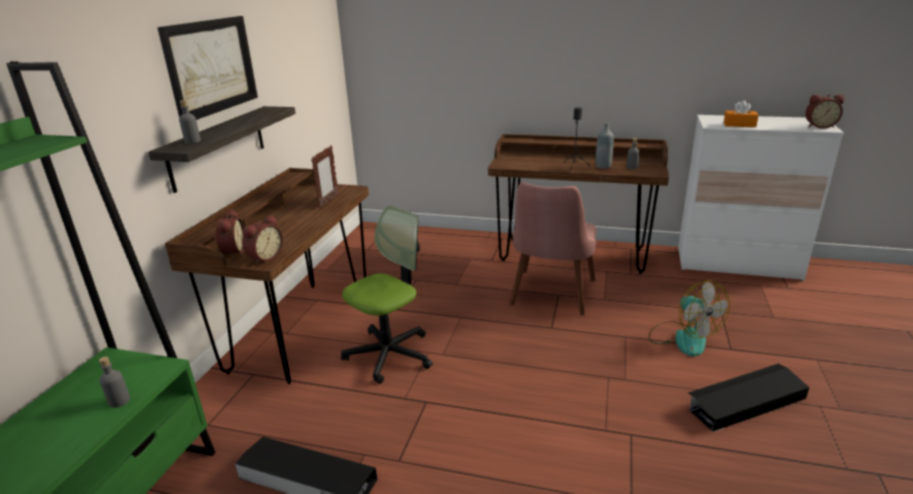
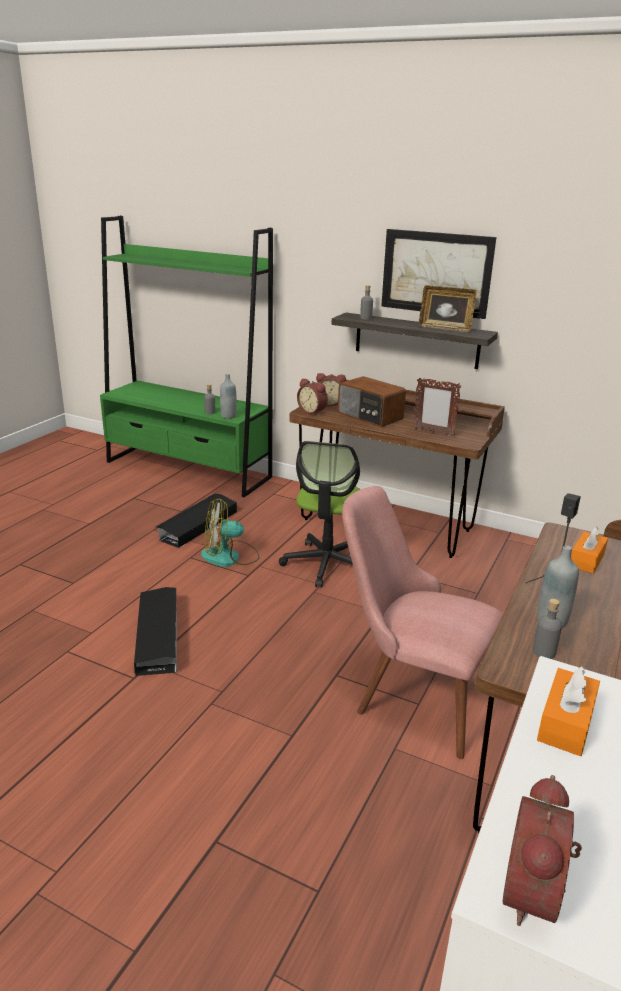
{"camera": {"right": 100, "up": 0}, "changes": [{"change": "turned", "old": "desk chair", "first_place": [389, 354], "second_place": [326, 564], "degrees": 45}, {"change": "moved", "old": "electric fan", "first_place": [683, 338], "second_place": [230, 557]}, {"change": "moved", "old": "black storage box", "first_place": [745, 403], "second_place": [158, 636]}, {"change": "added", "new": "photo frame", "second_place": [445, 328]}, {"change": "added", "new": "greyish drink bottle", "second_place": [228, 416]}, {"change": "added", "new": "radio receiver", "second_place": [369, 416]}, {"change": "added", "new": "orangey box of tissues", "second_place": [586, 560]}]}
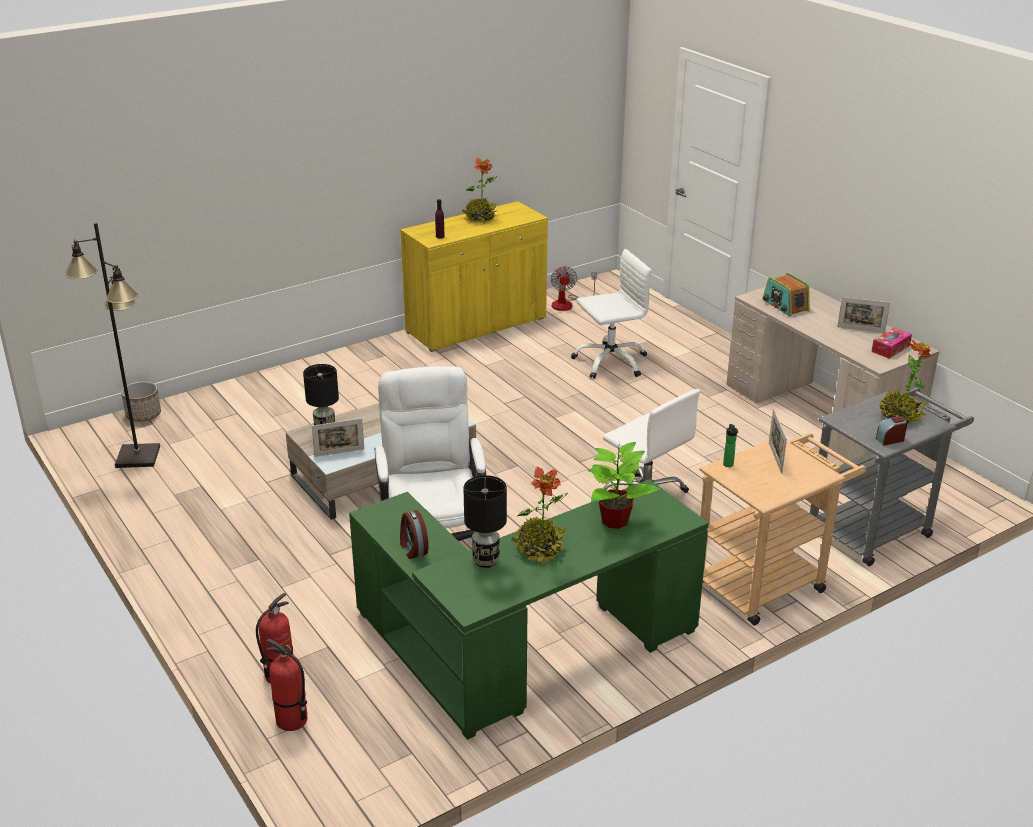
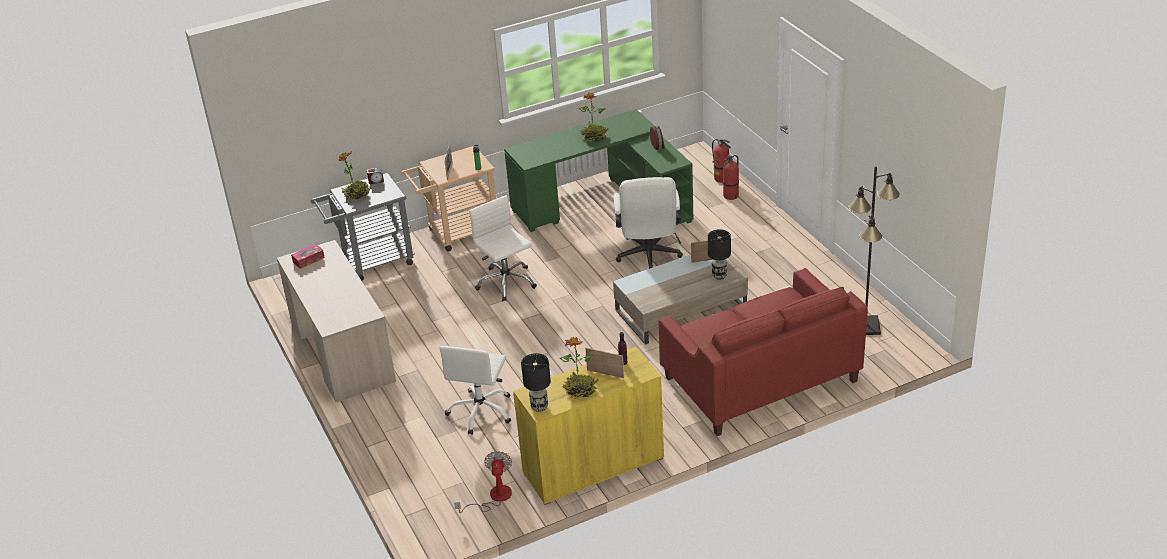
{"camera": {"right": -170, "up": 5}, "changes": [{"change": "turned", "old": "whitish desk chair", "first_place": [610, 362], "second_place": [481, 411], "degrees": -60}, {"change": "removed", "old": "radio receiver", "first_place": [785, 306]}, {"change": "moved", "old": "photo frame", "first_place": [861, 329], "second_place": [605, 374]}, {"change": "removed", "old": "planter", "first_place": [143, 415]}, {"change": "removed", "old": "plant in a pot", "first_place": [615, 520]}, {"change": "moved", "old": "black table lamp", "first_place": [486, 561], "second_place": [539, 407]}, {"change": "added", "new": "reddish sofa", "second_place": [760, 379]}]}
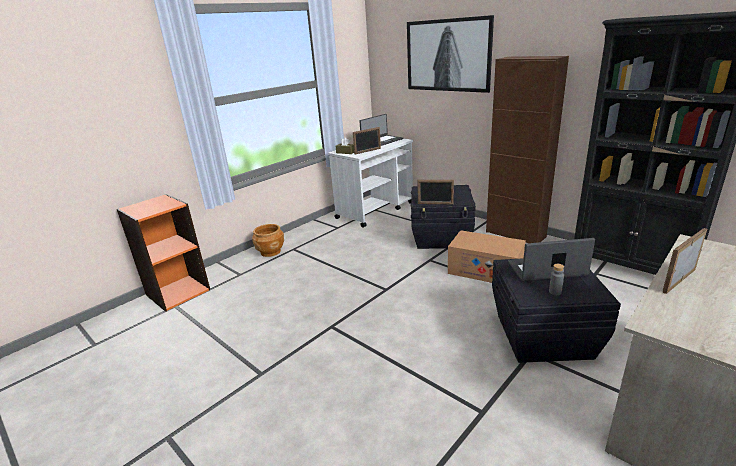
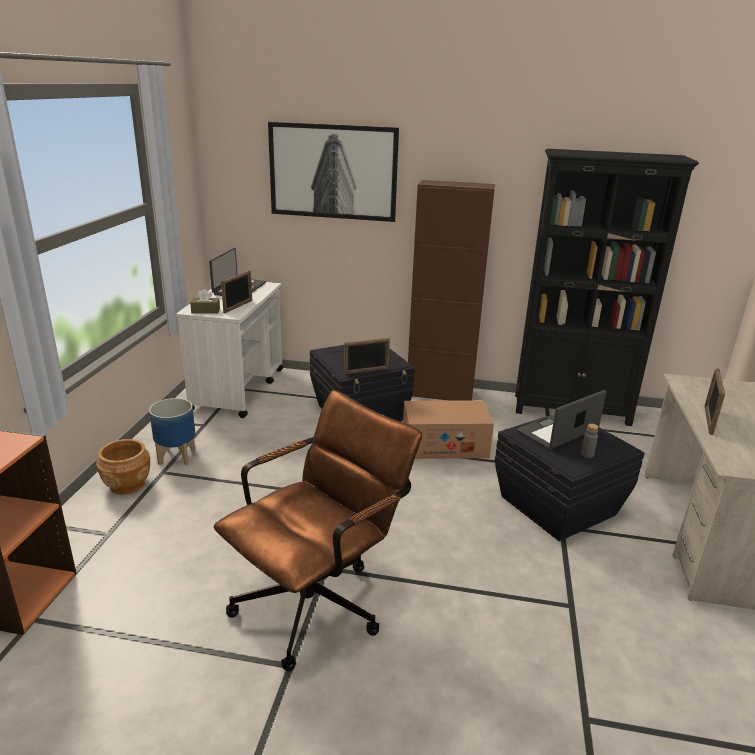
{"camera": {"right": -35, "up": 0}, "changes": [{"change": "added", "new": "brownish desk chair", "second_place": [319, 600]}, {"change": "added", "new": "planter", "second_place": [177, 456]}]}
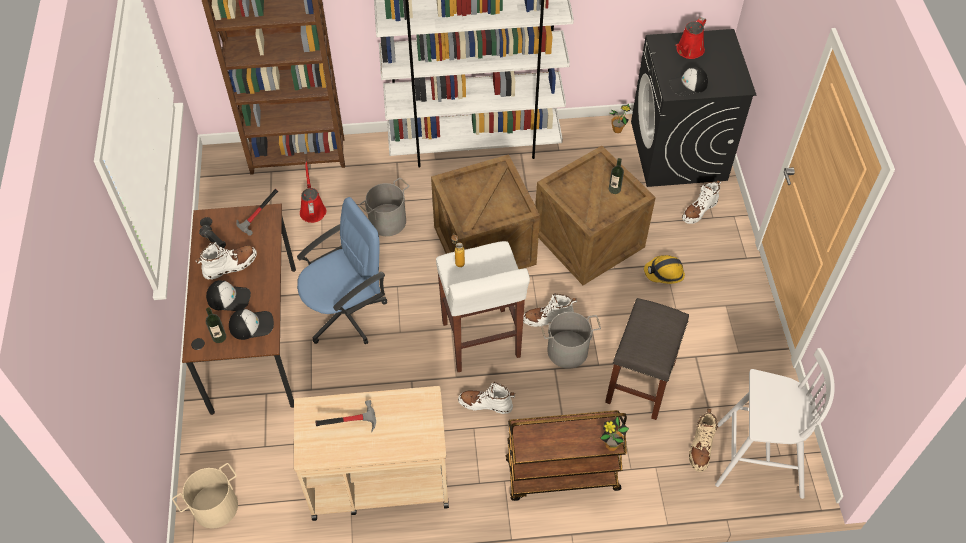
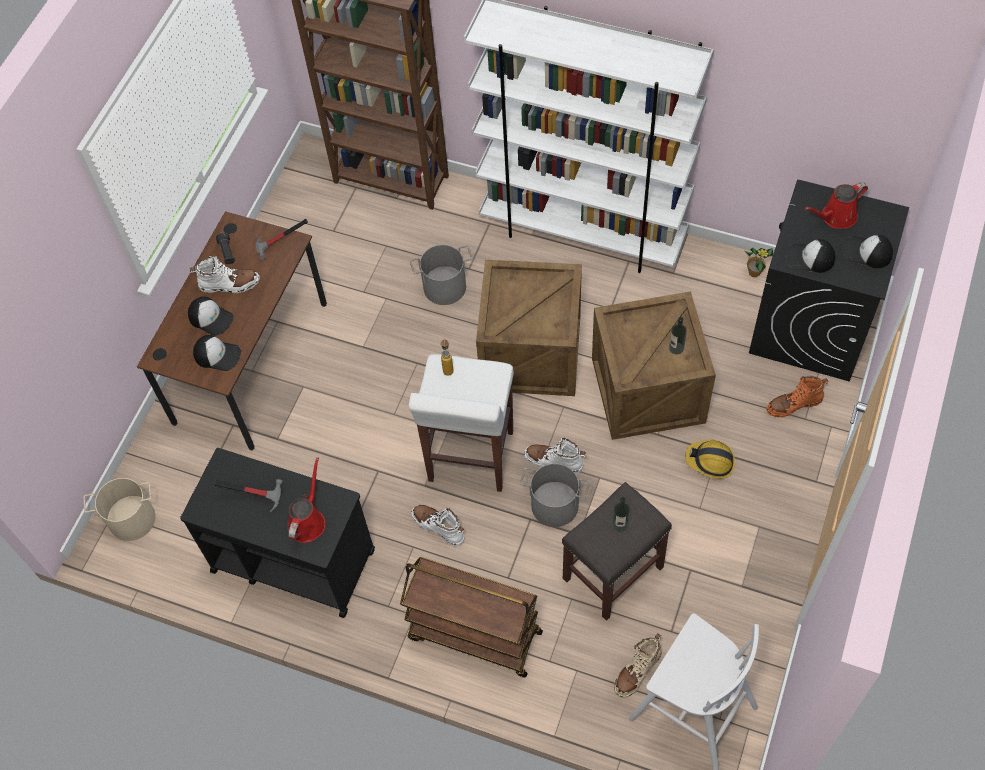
{"camera": {"right": 30, "up": 5}, "changes": [{"change": "moved", "old": "reddish sprinkling can", "first_place": [312, 209], "second_place": [308, 521]}, {"change": "recoloured", "old": "whitish high-top boot", "new": "orangey high-top boot", "first_place": [699, 210], "second_place": [794, 404]}, {"change": "removed", "old": "blue desk chair", "first_place": [346, 313]}, {"change": "moved", "old": "drink bottle", "first_place": [219, 337], "second_place": [620, 524]}, {"change": "recoloured", "old": "beige-coloured trolley", "new": "black trolley", "first_place": [378, 480], "second_place": [292, 560]}, {"change": "removed", "old": "plant in a pot", "first_place": [611, 445]}, {"change": "added", "new": "peaked cap", "second_place": [867, 253]}]}
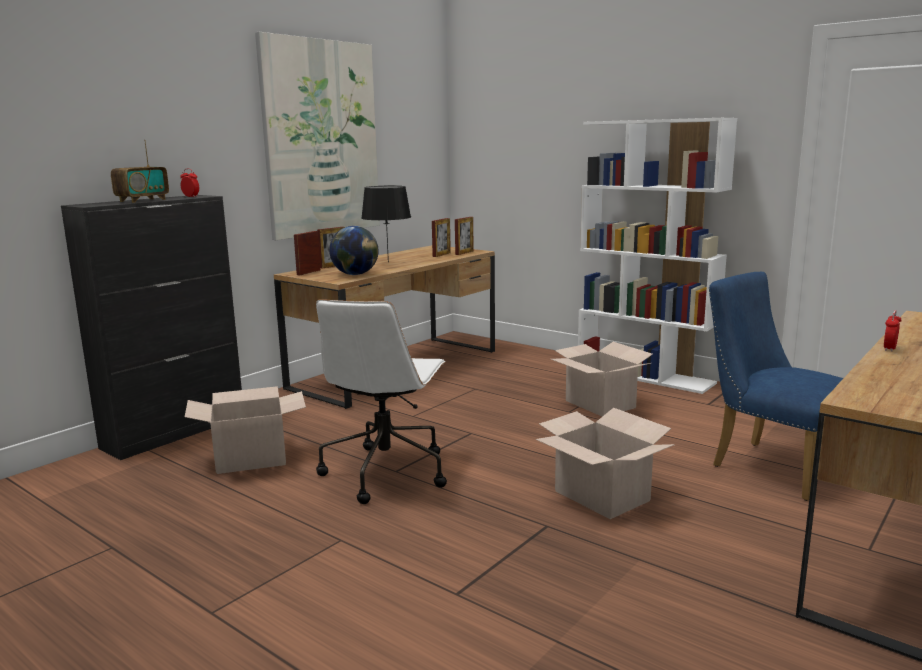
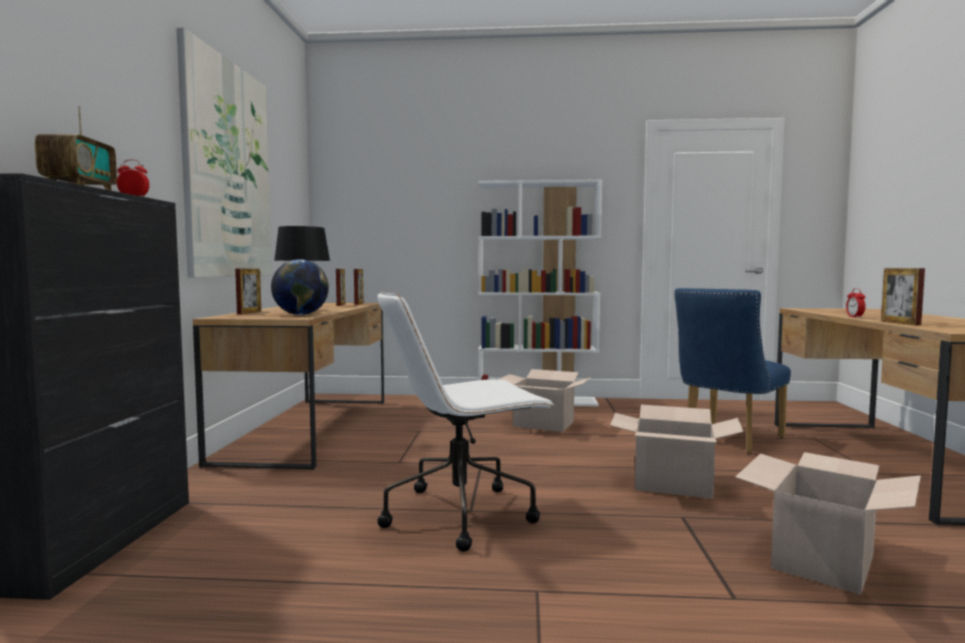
{"camera": {"right": -35, "up": -10}, "changes": [{"change": "moved", "old": "photo frame", "first_place": [308, 272], "second_place": [900, 323]}, {"change": "turned", "old": "blue plain chair", "first_place": [770, 466], "second_place": [727, 439], "degrees": -60}, {"change": "turned", "old": "whitish desk chair", "first_place": [386, 472], "second_place": [462, 514], "degrees": 90}, {"change": "moved", "old": "cardboard box", "first_place": [250, 459], "second_place": [824, 561]}]}
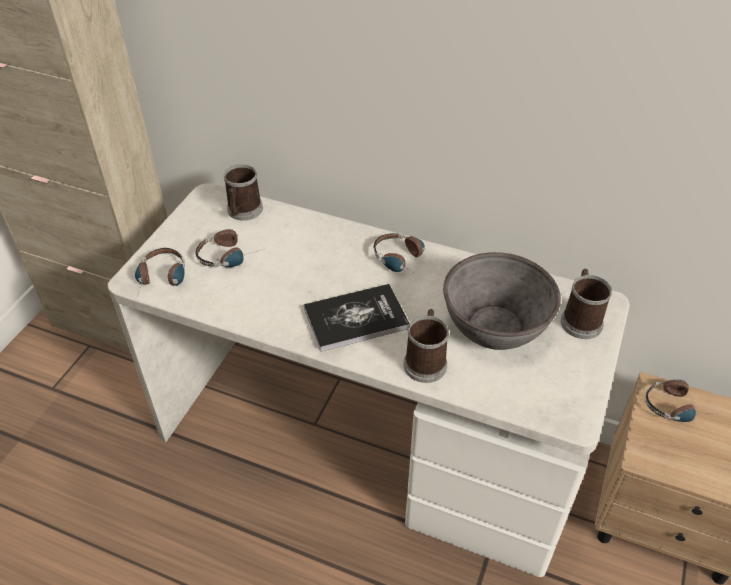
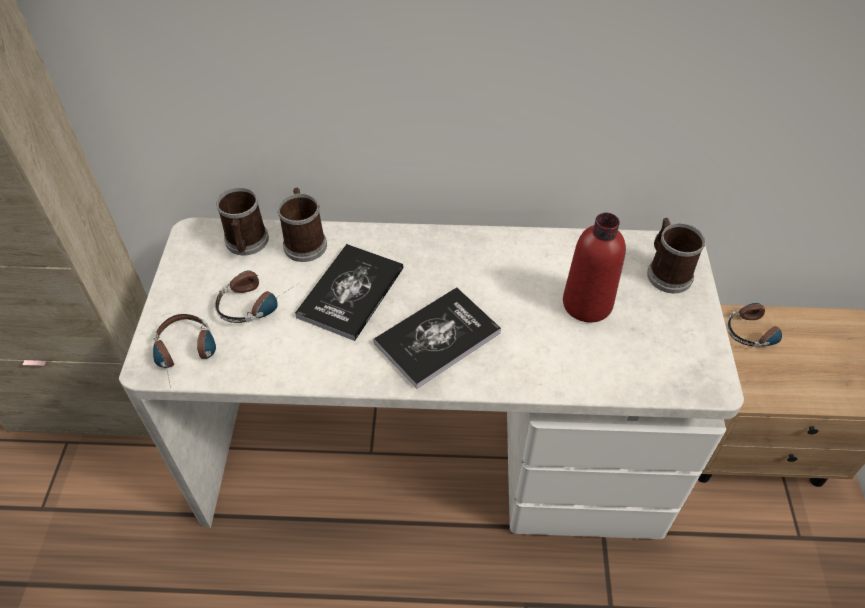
{"camera": {"right": -20, "up": 5}, "changes": [{"change": "removed", "old": "pair of headphones", "first_place": [404, 261]}, {"change": "replaced", "old": "greyish serving bowl", "new": "reddish drink bottle", "first_place": [495, 326], "second_place": [587, 304]}, {"change": "moved", "old": "tea mug", "first_place": [425, 361], "second_place": [304, 242]}, {"change": "added", "new": "bound book", "second_place": [351, 292]}]}
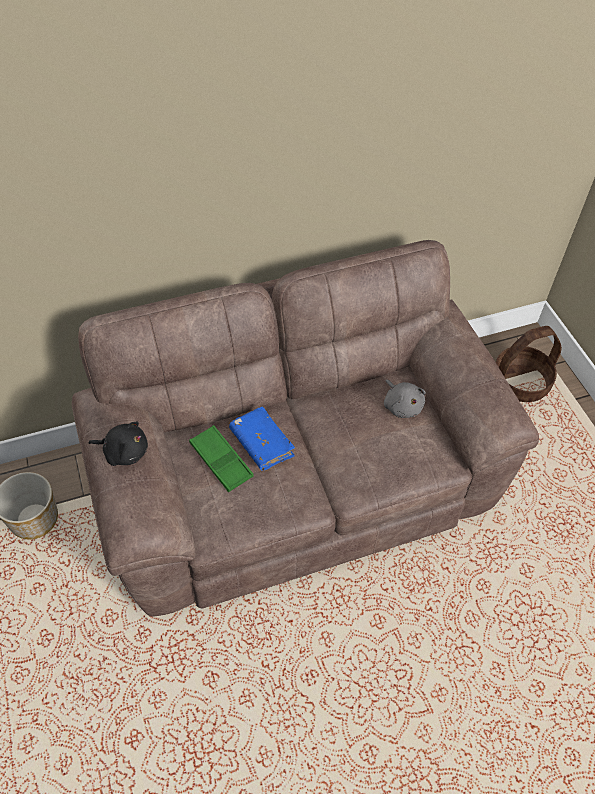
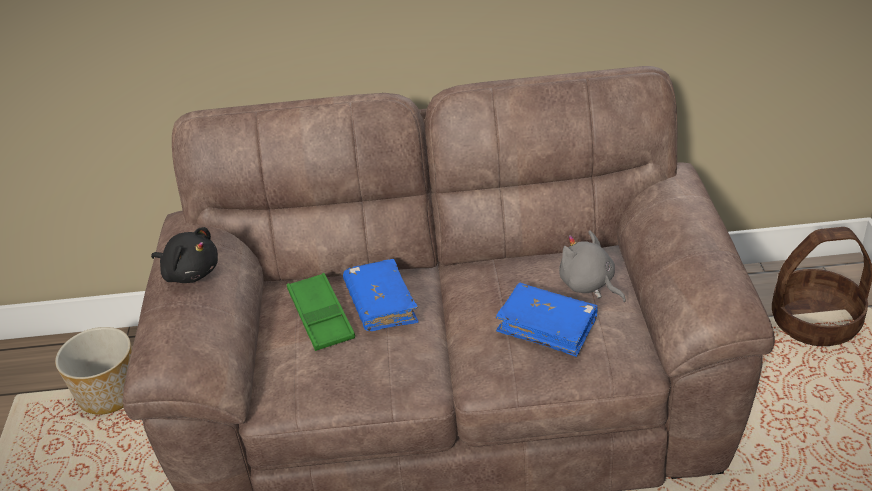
{"camera": {"right": 20, "up": -15}, "changes": [{"change": "turned", "old": "greyish soft toy", "first_place": [402, 405], "second_place": [589, 285], "degrees": 150}, {"change": "added", "new": "blue bound book", "second_place": [547, 327]}]}
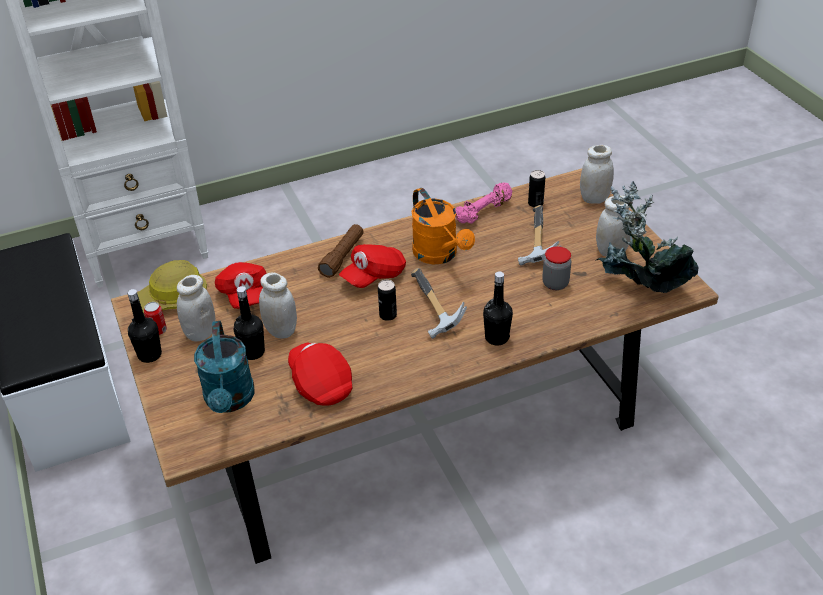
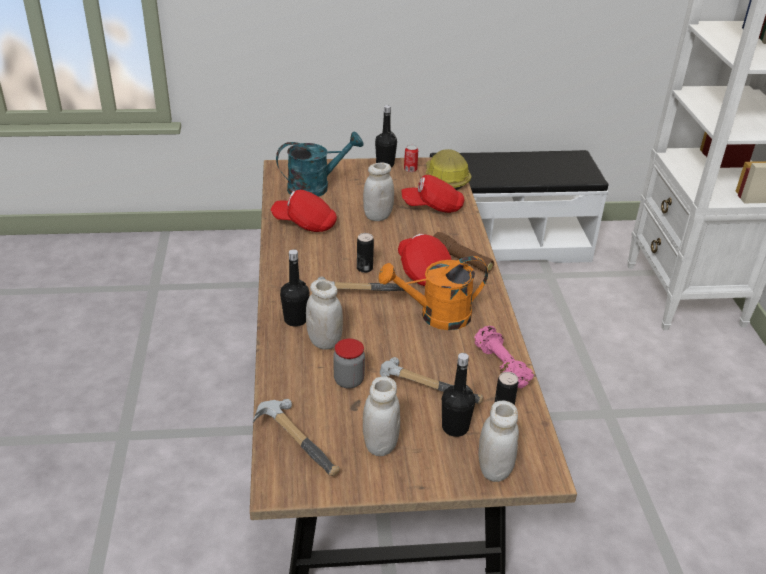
{"camera": {"right": 105, "up": -5}, "changes": [{"change": "replaced", "old": "plant in a pot", "new": "hammer", "first_place": [638, 291], "second_place": [300, 440]}, {"change": "moved", "old": "whitish preserve jar", "first_place": [200, 333], "second_place": [324, 342]}, {"change": "moved", "old": "black drink bottle", "first_place": [253, 352], "second_place": [455, 427]}, {"change": "turned", "old": "turquoise sprinkling can", "first_place": [229, 401], "second_place": [316, 187], "degrees": 150}, {"change": "turned", "old": "reddish peaked cap", "first_place": [321, 383], "second_place": [305, 224], "degrees": -150}]}
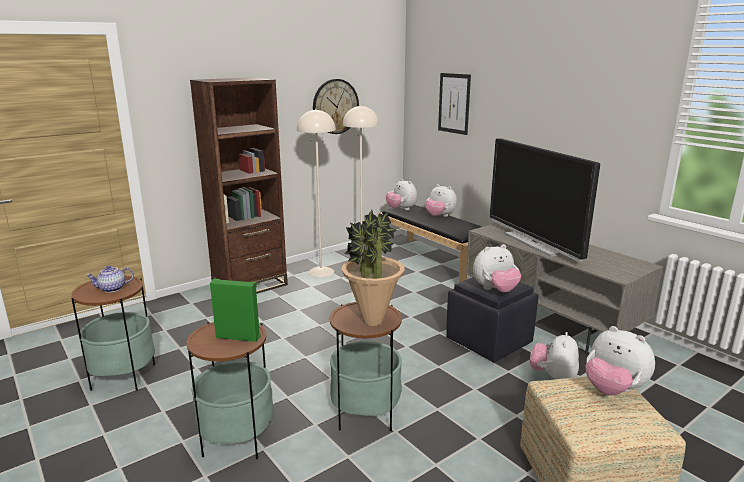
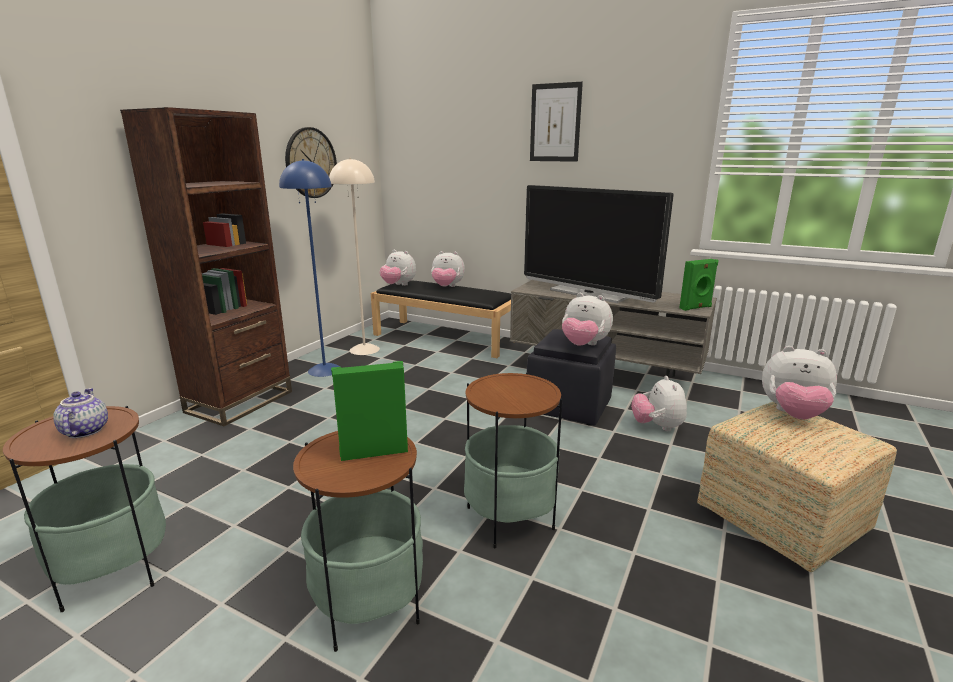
{"camera": {"right": -25, "up": 0}, "changes": [{"change": "moved", "old": "picture", "first_place": [454, 103], "second_place": [555, 123]}, {"change": "recoloured", "old": "beige-coloured standing lamp", "new": "blue standing lamp", "first_place": [321, 271], "second_place": [325, 370]}, {"change": "removed", "old": "plant in a pot", "first_place": [372, 321]}, {"change": "turned", "old": "soft toy", "first_place": [495, 290], "second_place": [584, 345], "degrees": 75}, {"change": "turned", "old": "tea pot", "first_place": [112, 289], "second_place": [84, 431], "degrees": 120}, {"change": "added", "new": "greenish audio speaker", "second_place": [696, 308]}]}
